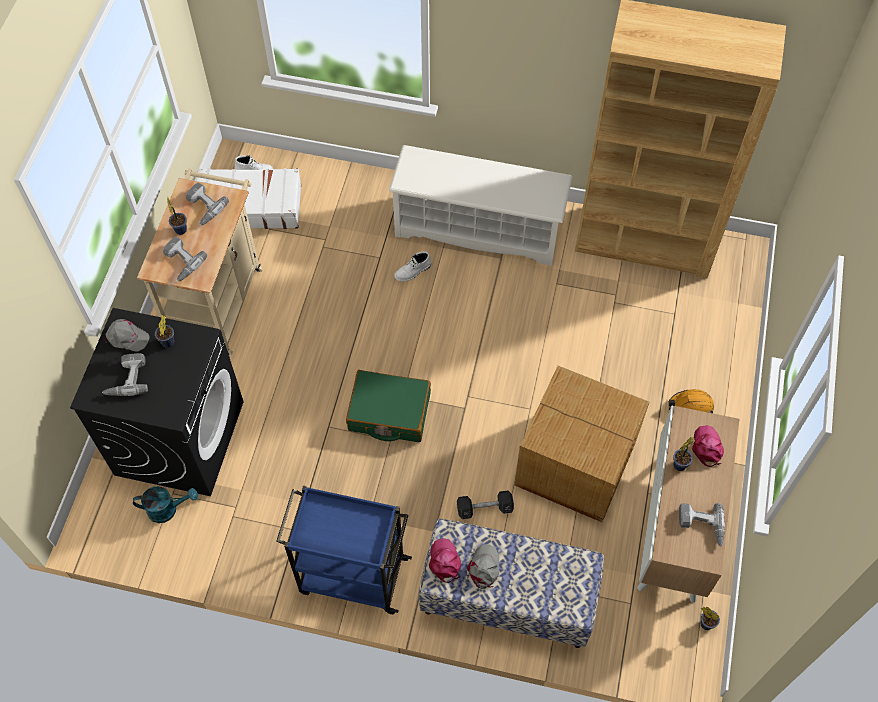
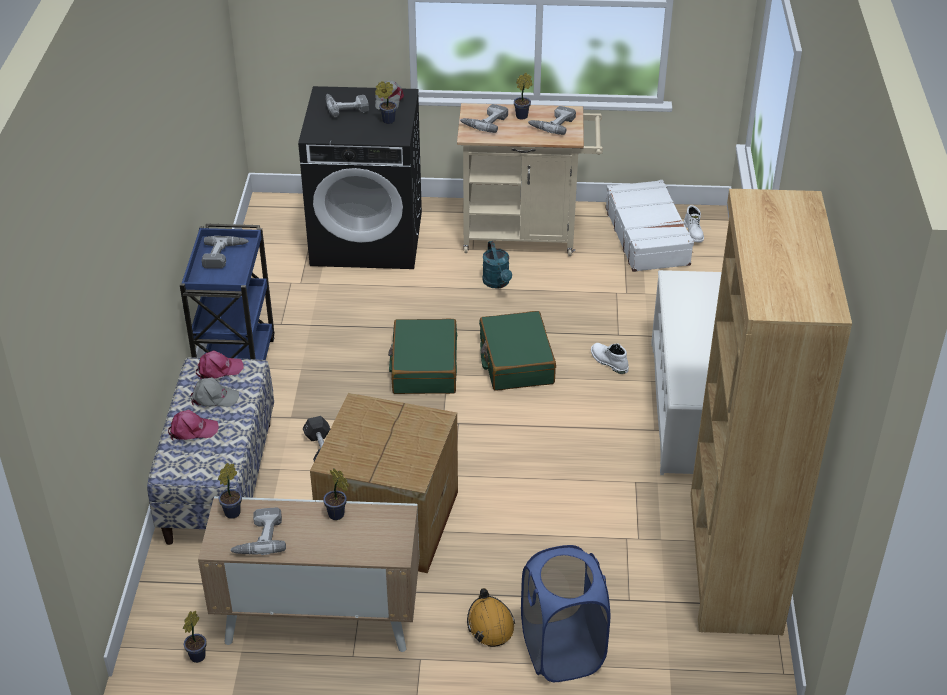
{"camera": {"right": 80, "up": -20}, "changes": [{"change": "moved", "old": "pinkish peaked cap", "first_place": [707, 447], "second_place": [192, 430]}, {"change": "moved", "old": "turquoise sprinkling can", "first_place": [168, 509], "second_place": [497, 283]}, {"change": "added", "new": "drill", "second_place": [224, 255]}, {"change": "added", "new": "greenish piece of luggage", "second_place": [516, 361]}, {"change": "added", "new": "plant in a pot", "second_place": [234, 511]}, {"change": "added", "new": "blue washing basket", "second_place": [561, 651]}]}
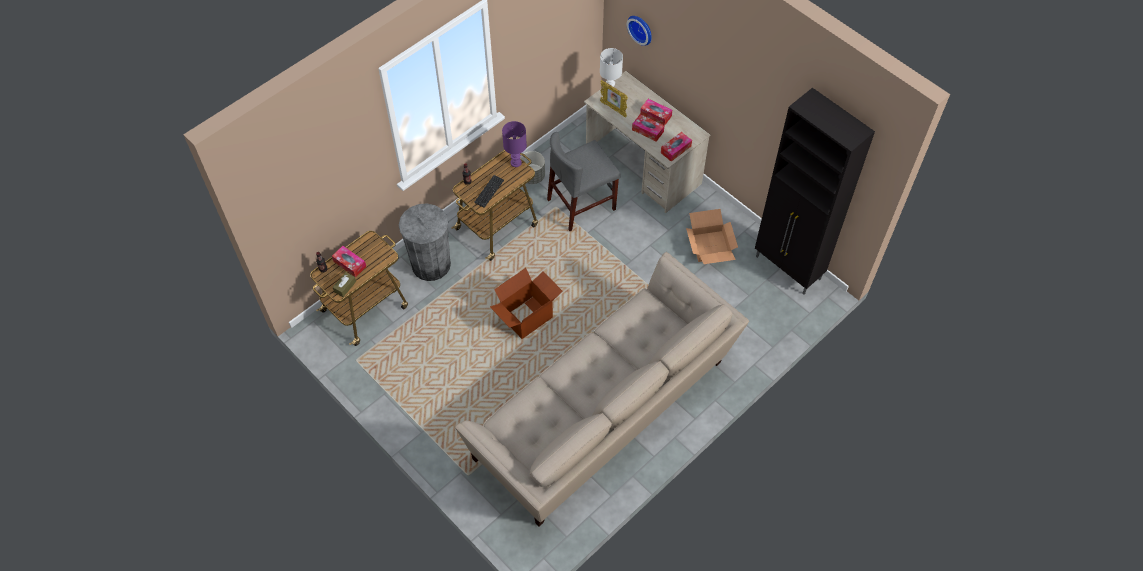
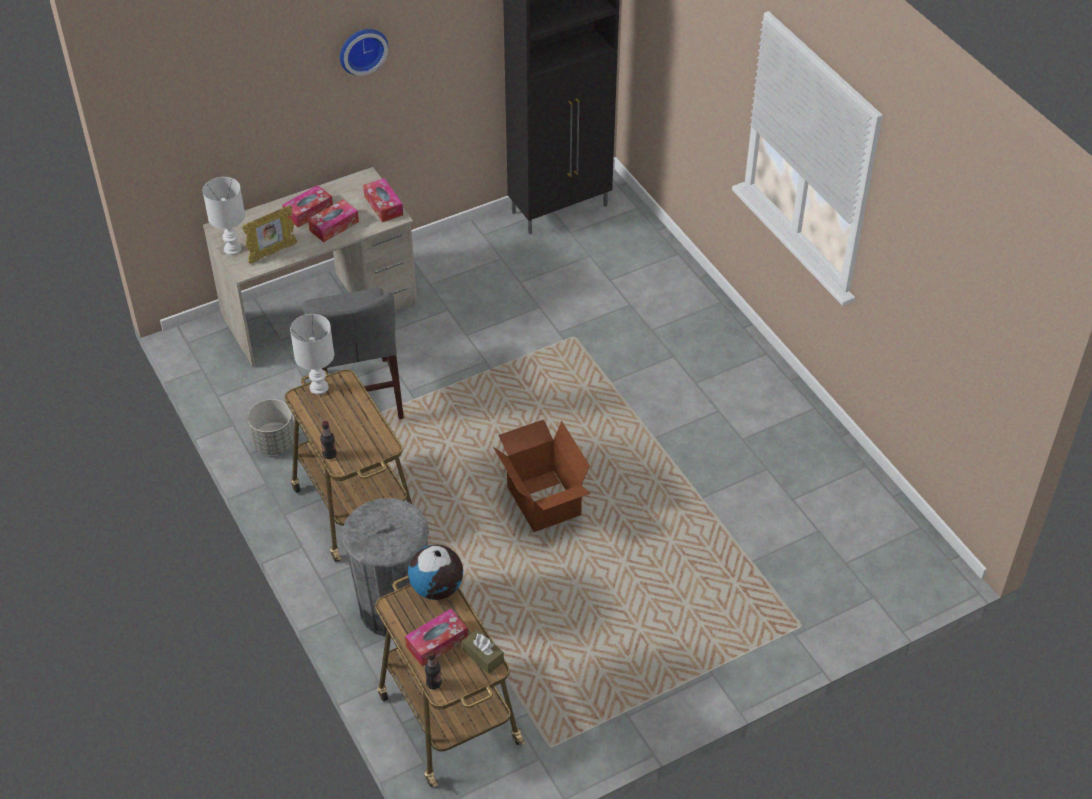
{"camera": {"right": -75, "up": -10}, "changes": [{"change": "moved", "old": "wall clock", "first_place": [641, 29], "second_place": [362, 49]}, {"change": "recoloured", "old": "purplish table lamp", "new": "whitish table lamp", "first_place": [516, 162], "second_place": [318, 387]}, {"change": "removed", "old": "keyboard", "first_place": [489, 191]}, {"change": "removed", "old": "cardboard box", "first_place": [711, 246]}, {"change": "removed", "old": "beige-coloured sofa", "first_place": [603, 414]}, {"change": "added", "new": "world globe", "second_place": [437, 588]}]}
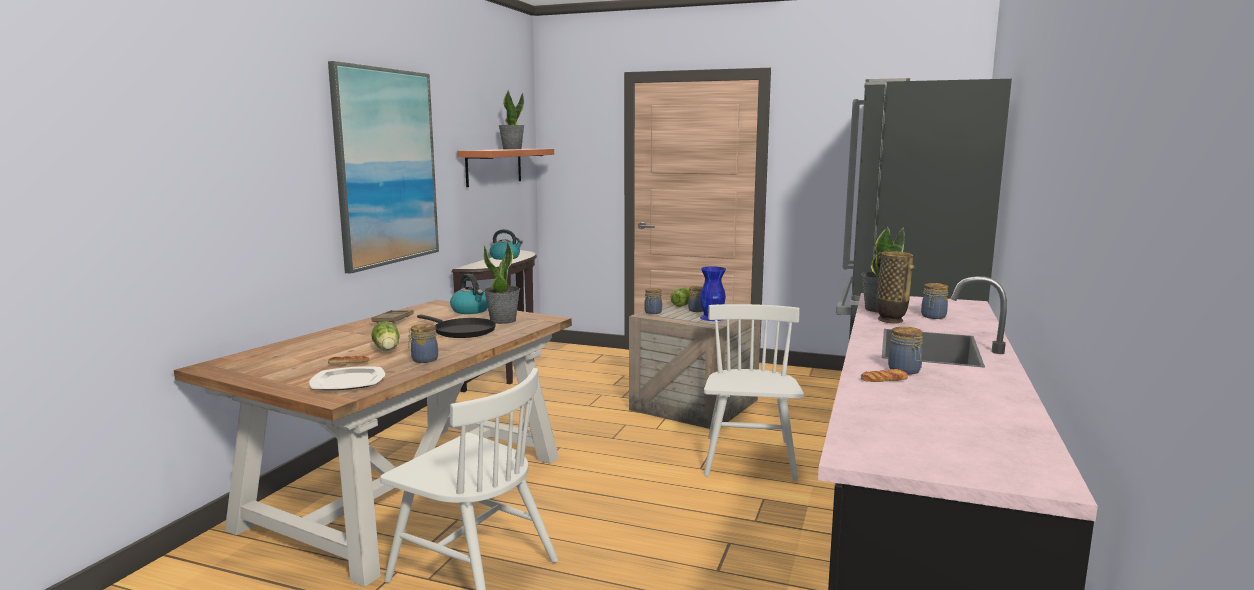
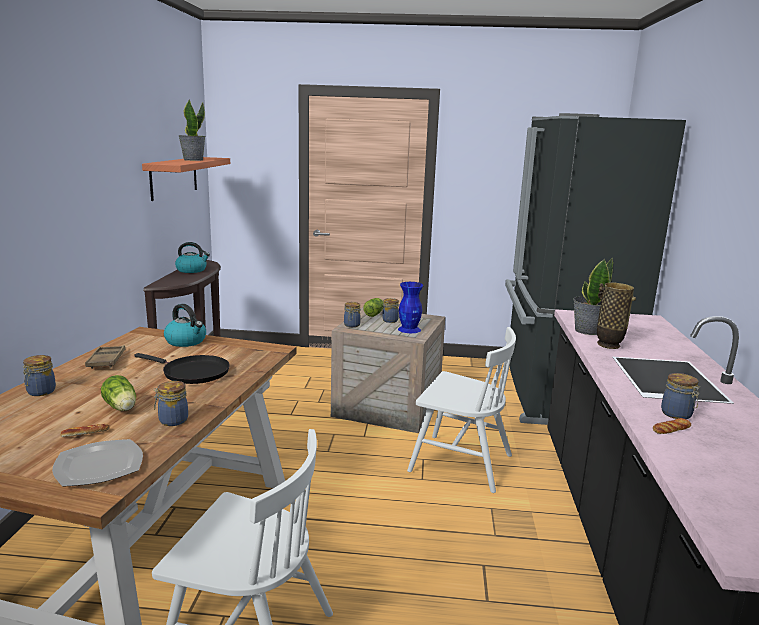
{"camera": {"right": -15, "up": 5}, "changes": [{"change": "removed", "old": "picture", "first_place": [386, 167]}, {"change": "removed", "old": "plant in a pot", "first_place": [503, 320]}, {"change": "moved", "old": "preserve jar", "first_place": [933, 317], "second_place": [40, 392]}, {"change": "turned", "old": "whitish plain chair", "first_place": [749, 458], "second_place": [460, 463], "degrees": 120}]}
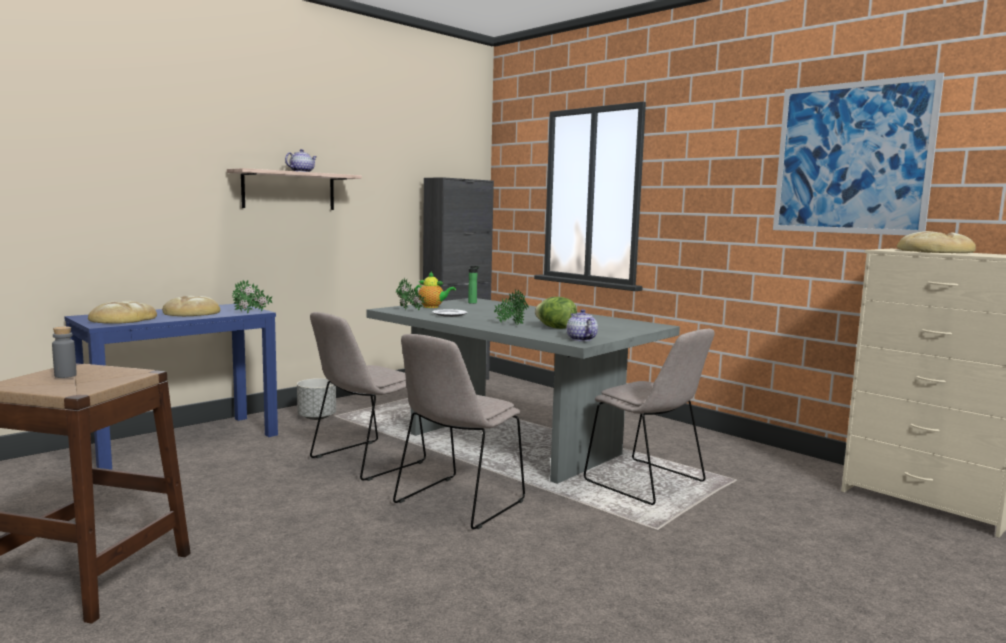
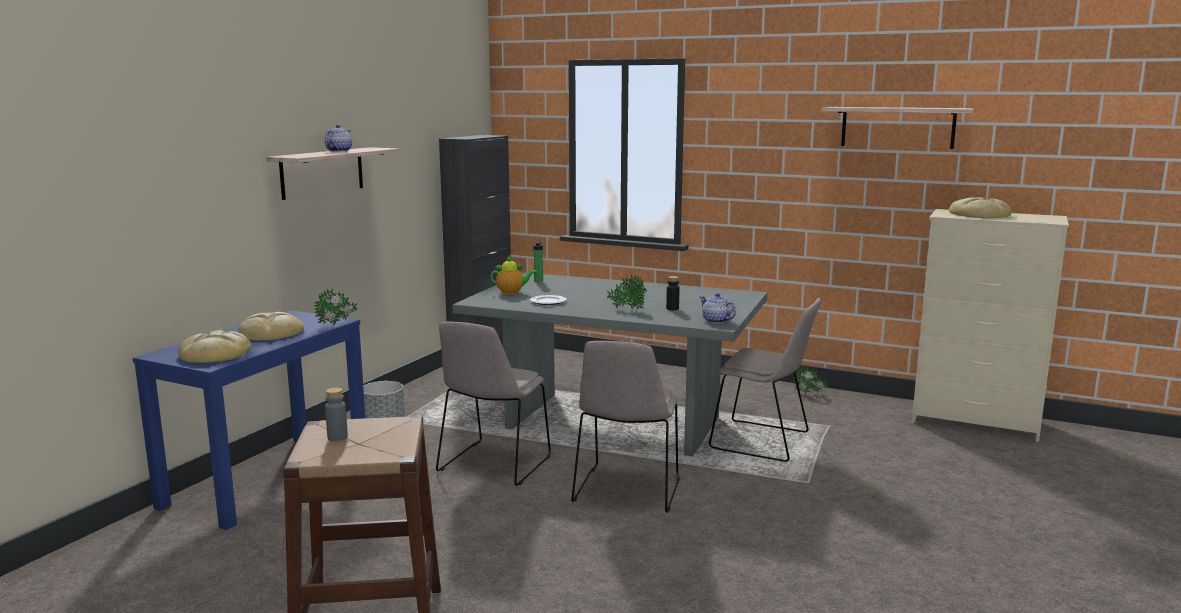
{"camera": {"right": -20, "up": 5}, "changes": [{"change": "replaced", "old": "picture", "new": "shelf", "first_place": [851, 158], "second_place": [897, 127]}, {"change": "moved", "old": "plant in a pot", "first_place": [409, 311], "second_place": [809, 394]}, {"change": "replaced", "old": "lettuce", "new": "black drink bottle", "first_place": [555, 328], "second_place": [672, 309]}]}
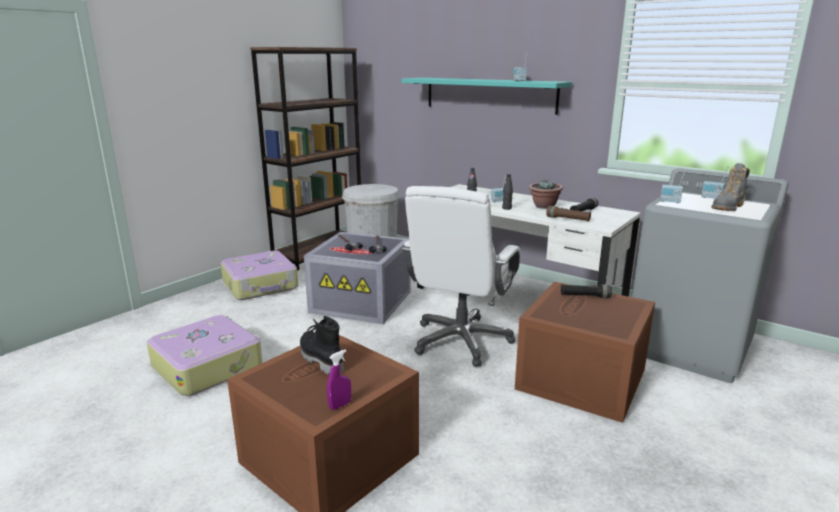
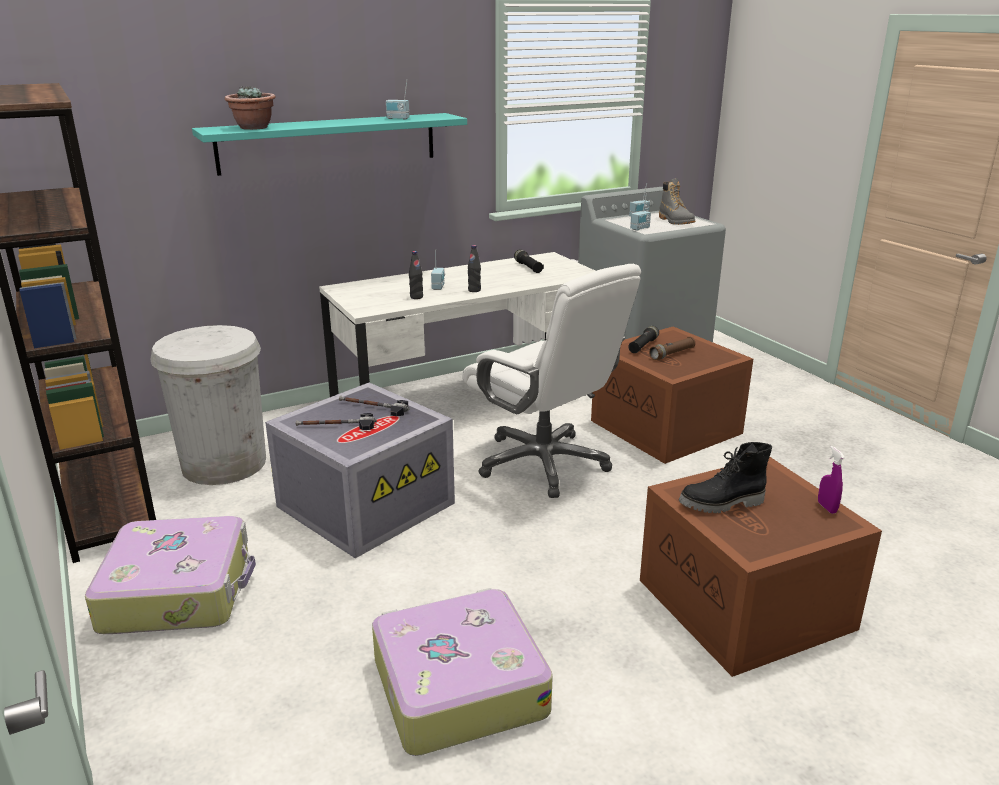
{"camera": {"right": -65, "up": 5}, "changes": [{"change": "moved", "old": "plant in a pot", "first_place": [544, 206], "second_place": [253, 128]}, {"change": "moved", "old": "brownish flashlight", "first_place": [567, 219], "second_place": [672, 354]}]}
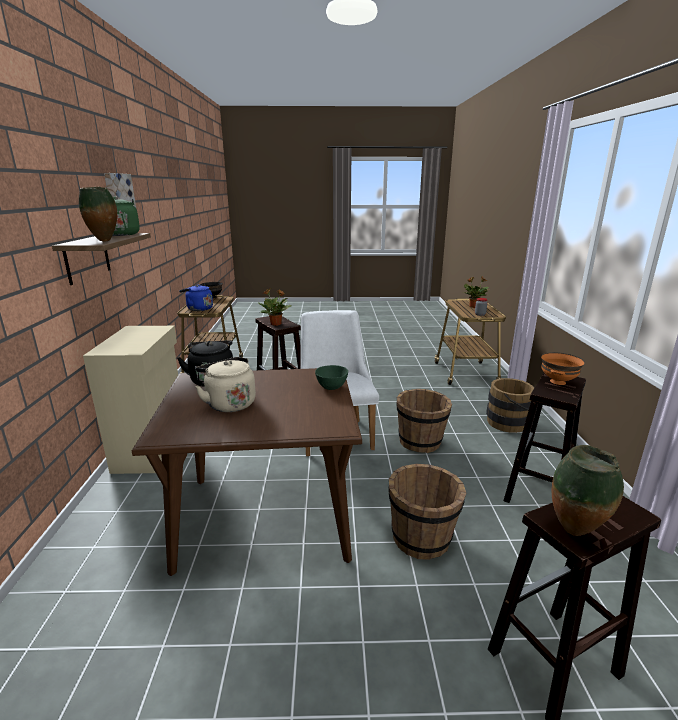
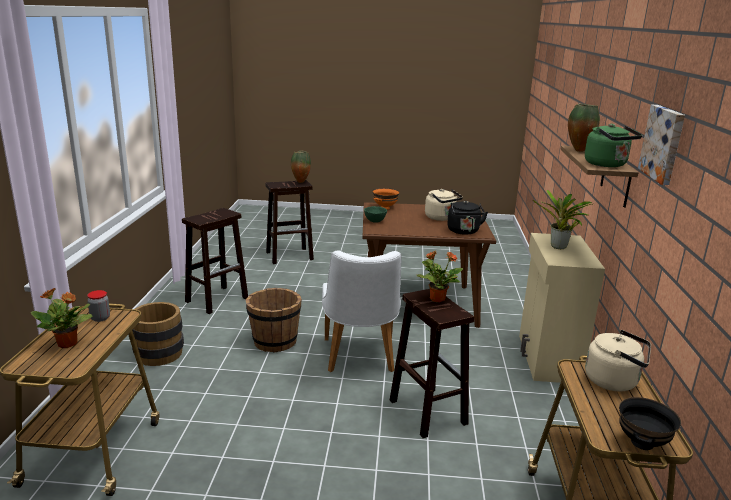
{"camera": {"right": -175, "up": 0}, "changes": [{"change": "recoloured", "old": "blue tea kettle", "new": "beige-coloured tea kettle", "first_place": [198, 309], "second_place": [614, 381]}, {"change": "moved", "old": "orangey serving bowl", "first_place": [558, 382], "second_place": [385, 207]}, {"change": "removed", "old": "brownish water bucket", "first_place": [422, 538]}, {"change": "added", "new": "plant in a pot", "second_place": [558, 248]}]}
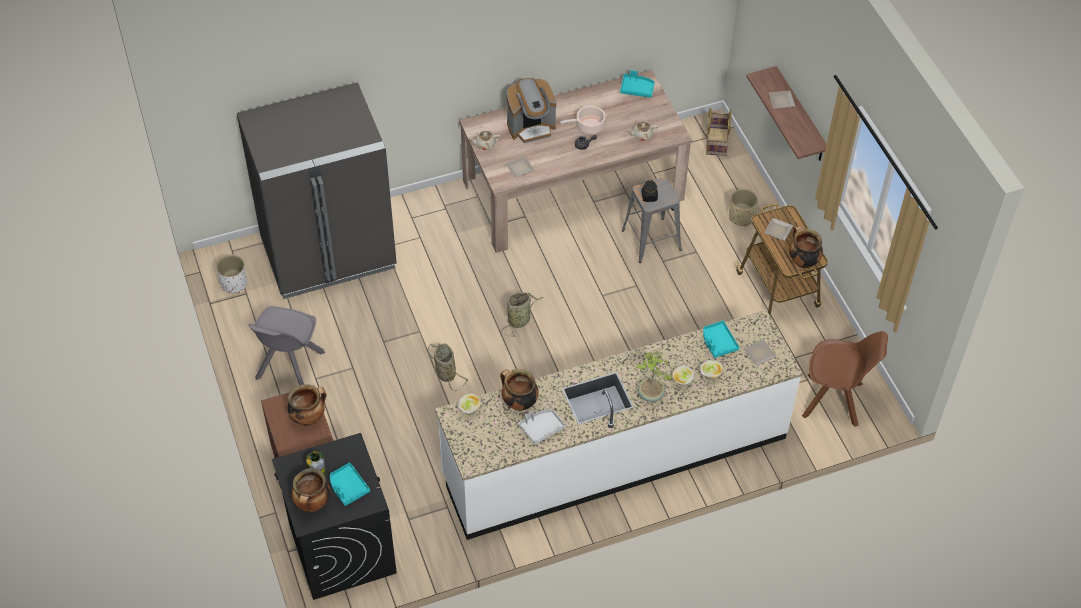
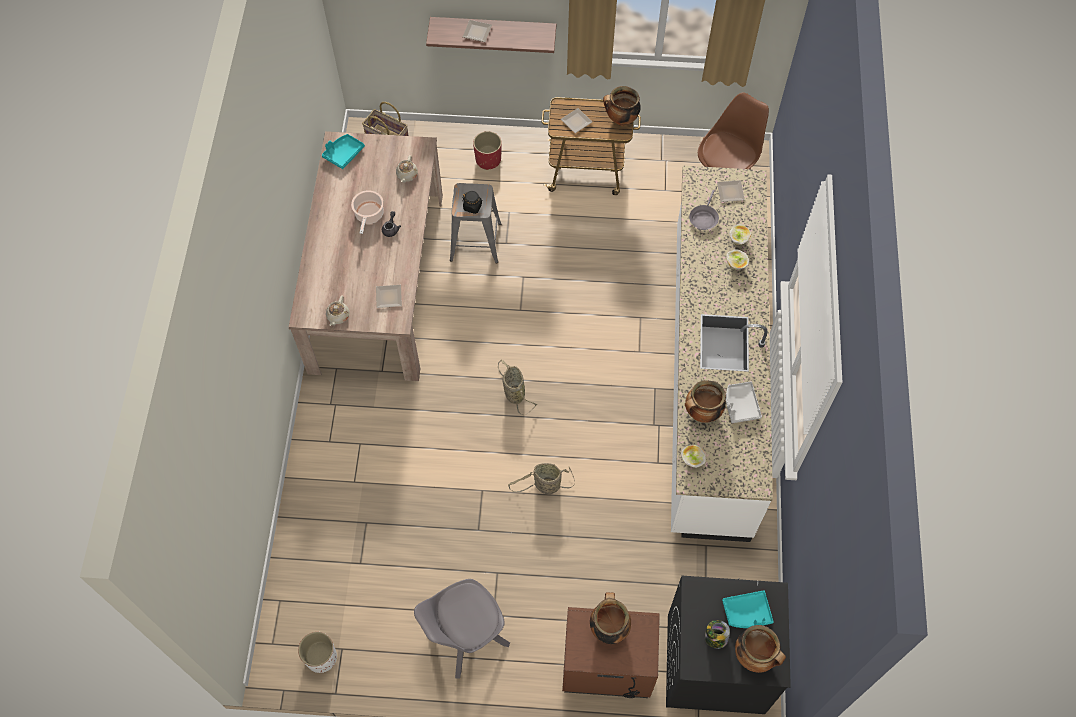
{"camera": {"right": -65, "up": 10}, "changes": [{"change": "removed", "old": "coffee brewer", "first_place": [531, 127]}, {"change": "removed", "old": "greyish refrigerator", "first_place": [329, 253]}, {"change": "recoloured", "old": "beige-coloured planter", "new": "reddish planter", "first_place": [741, 217], "second_place": [488, 159]}, {"change": "turned", "old": "greyish plain chair", "first_place": [289, 367], "second_place": [465, 637], "degrees": 105}, {"change": "replaced", "old": "turquoise serving tray", "new": "greyish pan", "first_place": [718, 343], "second_place": [703, 218]}, {"change": "removed", "old": "plant in a pot", "first_place": [650, 395]}]}
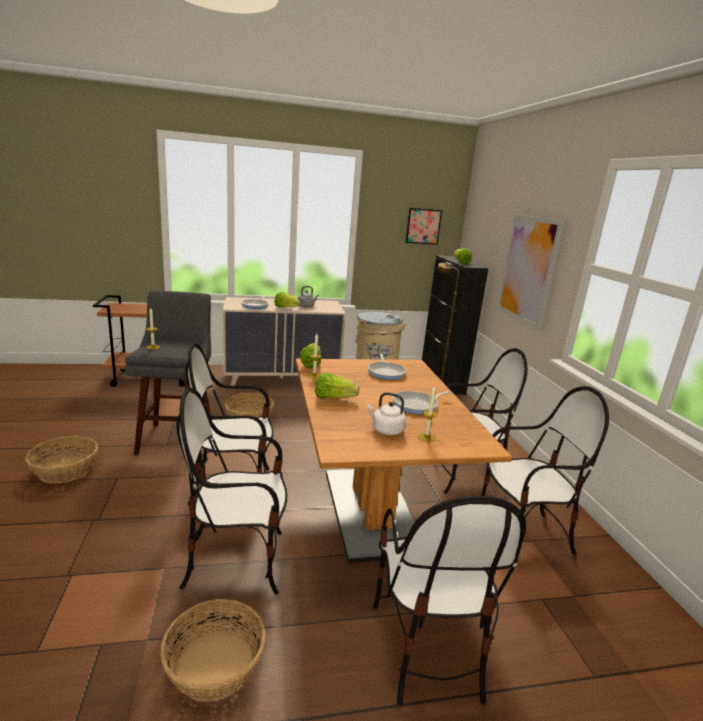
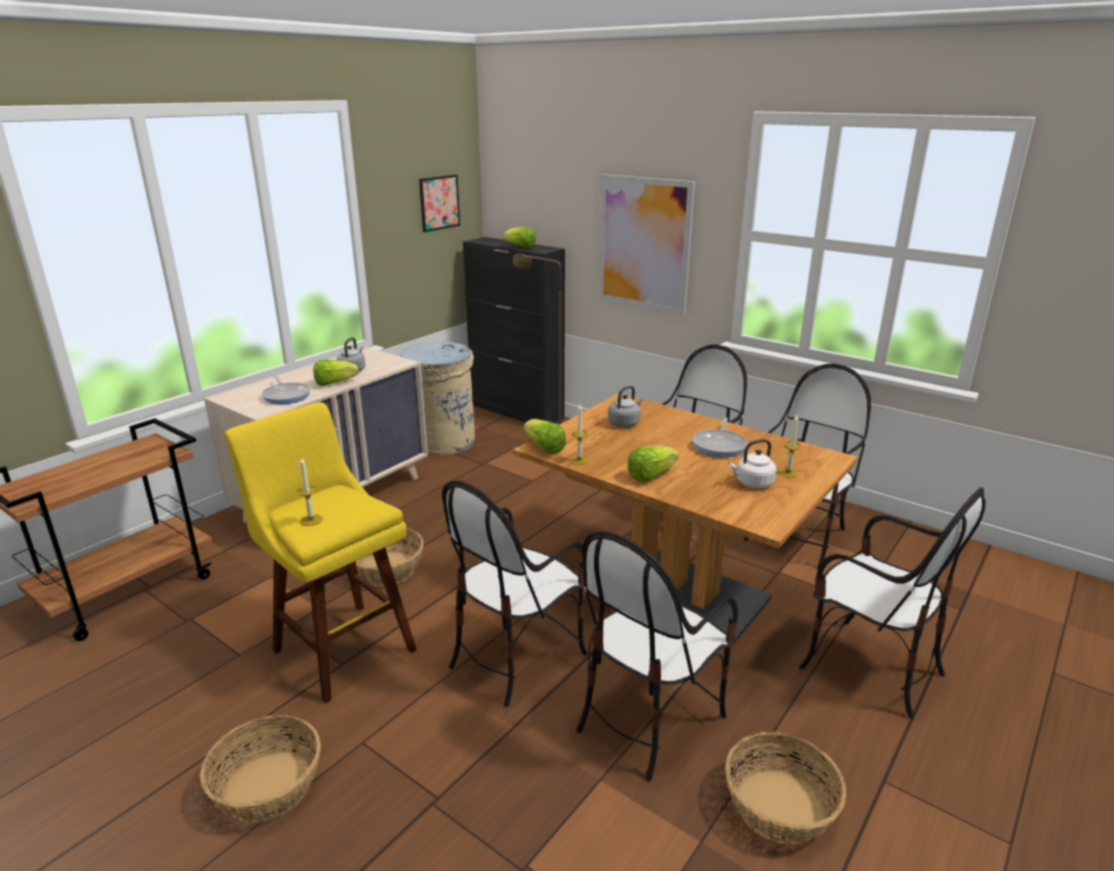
{"camera": {"right": -40, "up": 5}, "changes": [{"change": "recoloured", "old": "greyish sitting stool", "new": "yellow sitting stool", "first_place": [177, 437], "second_place": [340, 646]}, {"change": "replaced", "old": "pan", "new": "greyish tea kettle", "first_place": [386, 372], "second_place": [625, 423]}]}
